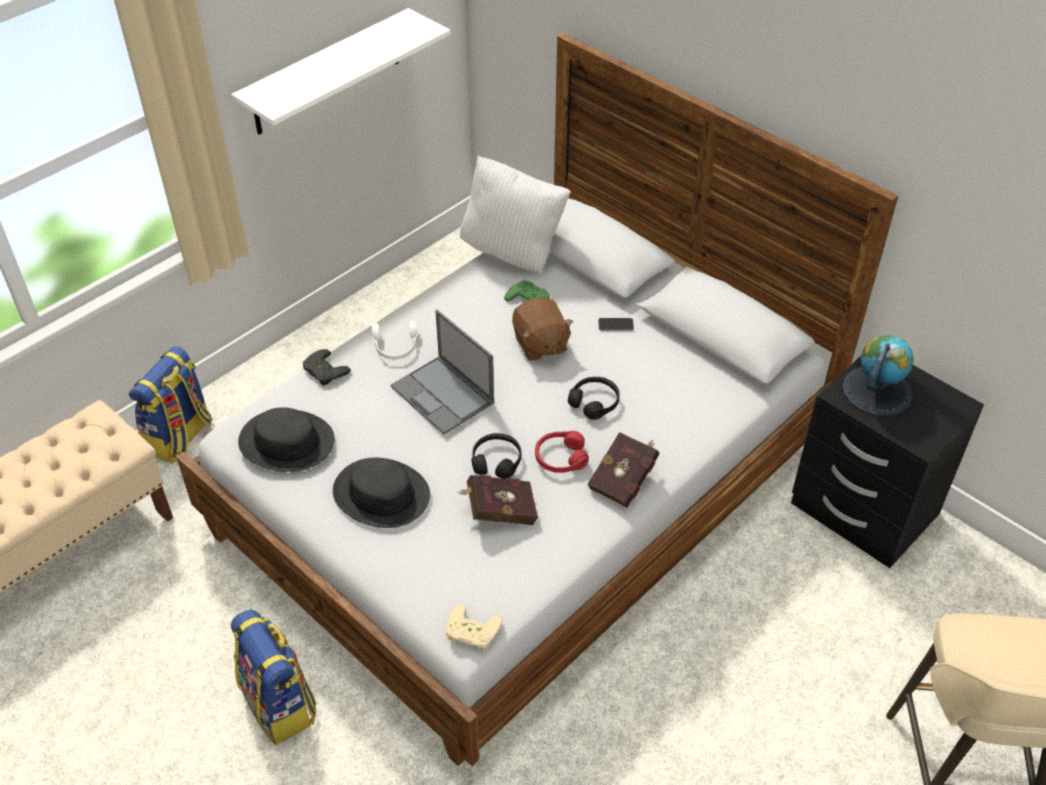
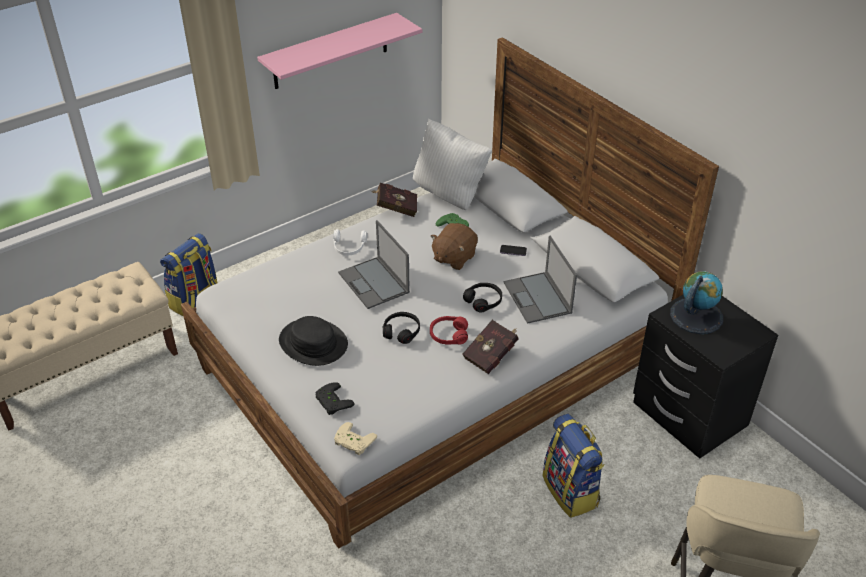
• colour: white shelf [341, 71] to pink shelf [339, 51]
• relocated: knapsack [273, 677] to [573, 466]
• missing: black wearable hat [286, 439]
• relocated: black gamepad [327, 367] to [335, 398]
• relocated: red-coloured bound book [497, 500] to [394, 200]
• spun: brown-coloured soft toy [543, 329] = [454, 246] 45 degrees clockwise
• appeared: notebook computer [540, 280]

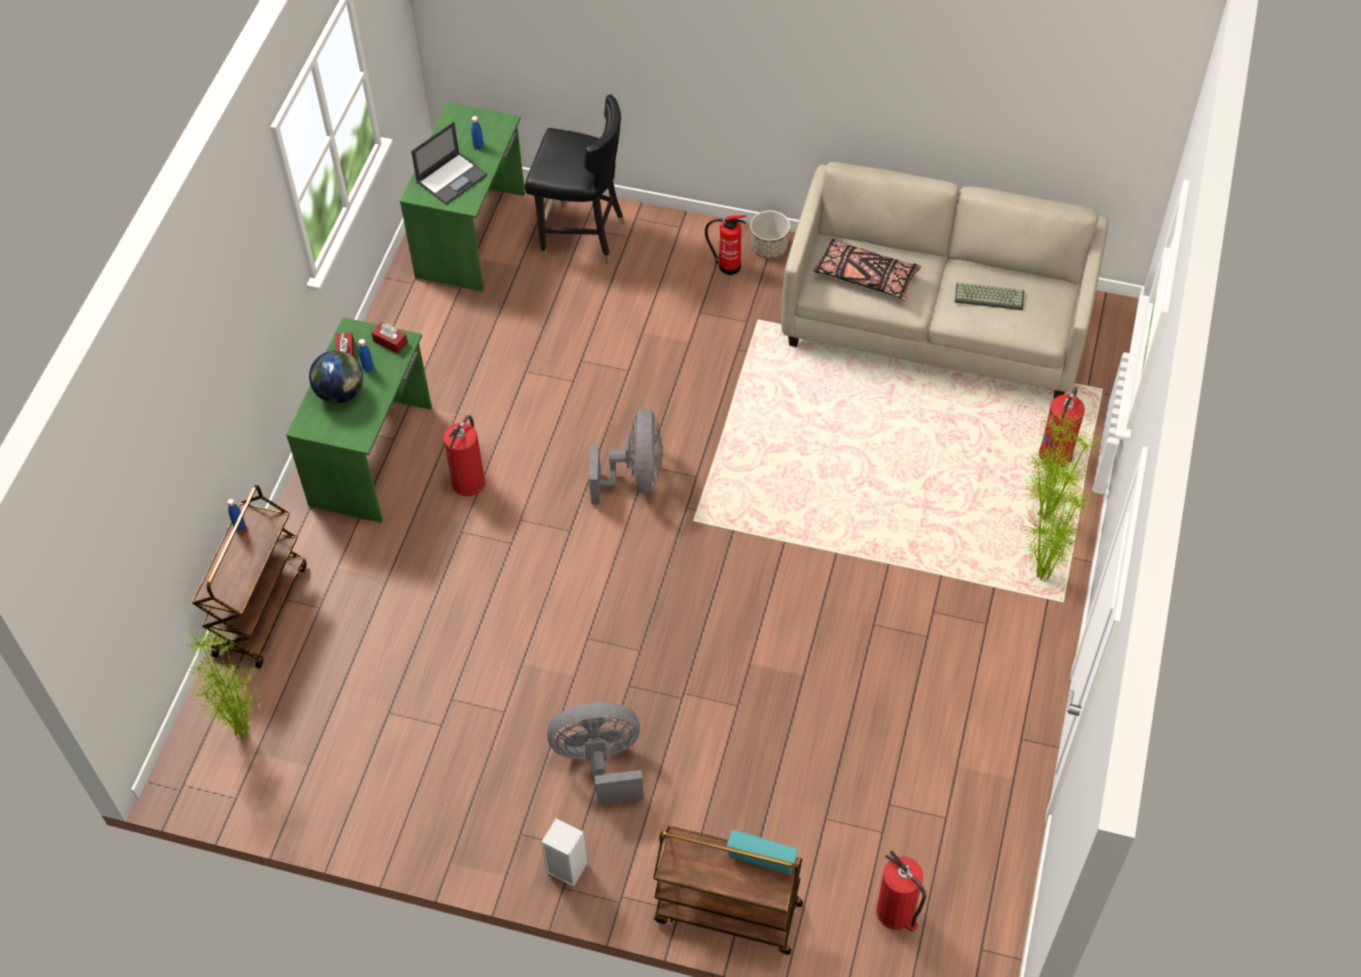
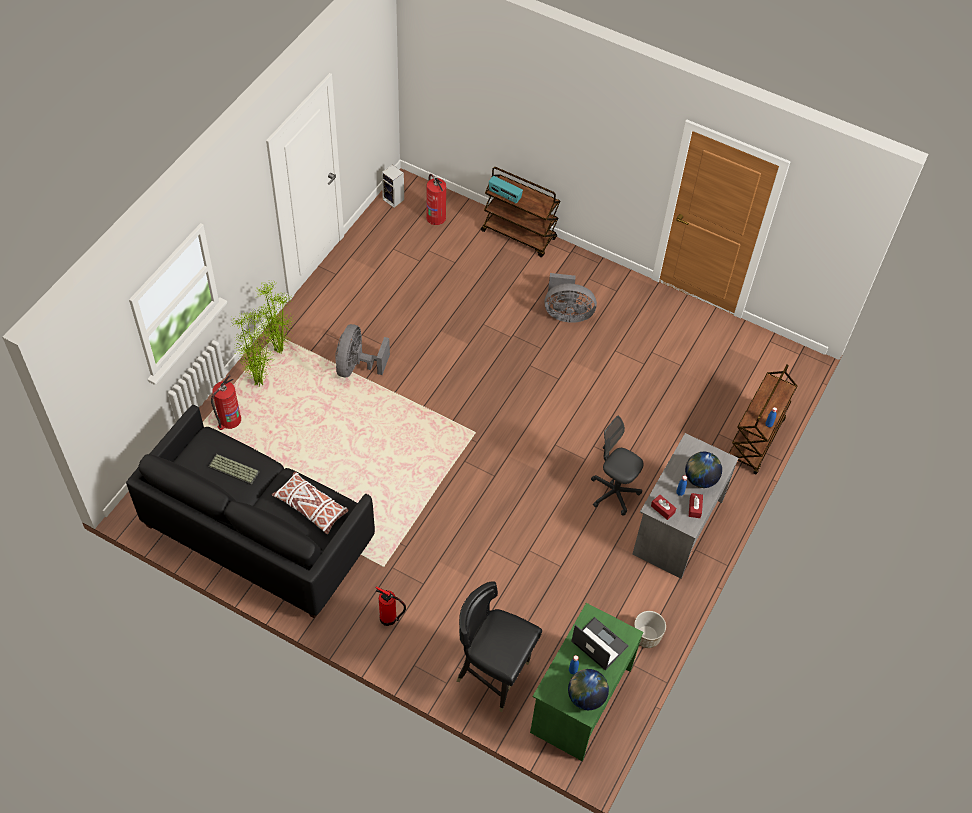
• missing: potted plant [223, 684]
• colour: green desk [359, 420] to greyish desk [685, 506]
• spun: notebook computer [449, 163] = [600, 643] 75 degrees clockwise
• exchanged: extinguisher [464, 455] to greyish computer chair [617, 466]
• relocated: speaker [564, 852] to [393, 186]
• relocated: greyish electric fan [626, 456] to [362, 350]
• relocated: plant pot [770, 234] to [650, 629]
• colour: sand-coloured couch [944, 280] to black couch [250, 511]
• colour: black cushion [867, 269] to white cushion [310, 502]
• appeared: desk globe [588, 689]

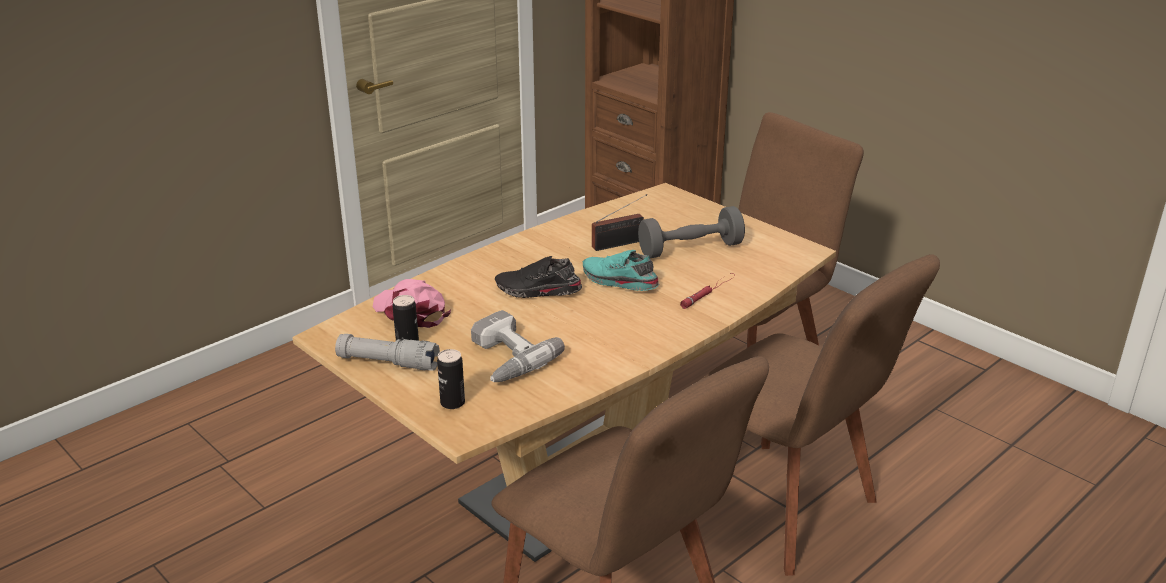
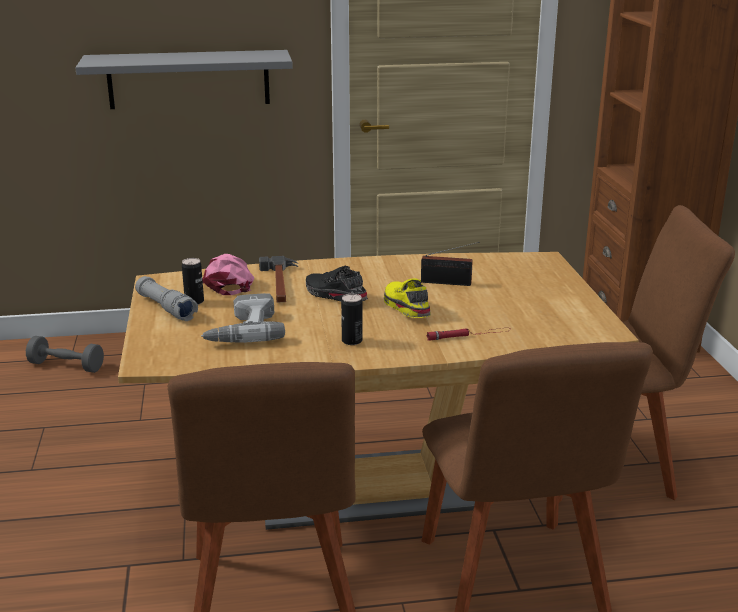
• relocated: sealed can [451, 379] to [352, 319]
• colour: turquoise-coloured low shoe [621, 270] to yellow low shoe [407, 298]
• relocated: greyish dumbbell [691, 232] to [65, 354]
• appeared: greyish shelf [184, 79]
• appeared: hammer [278, 279]

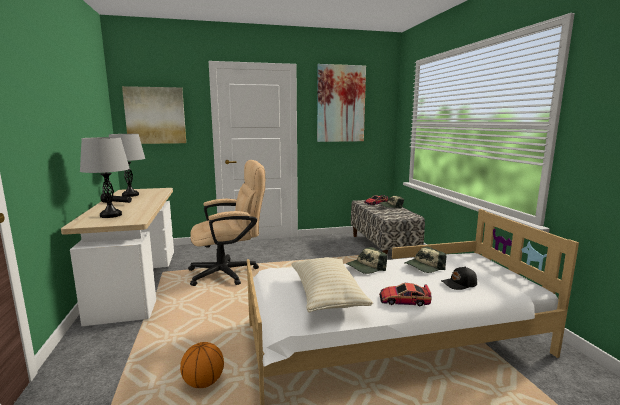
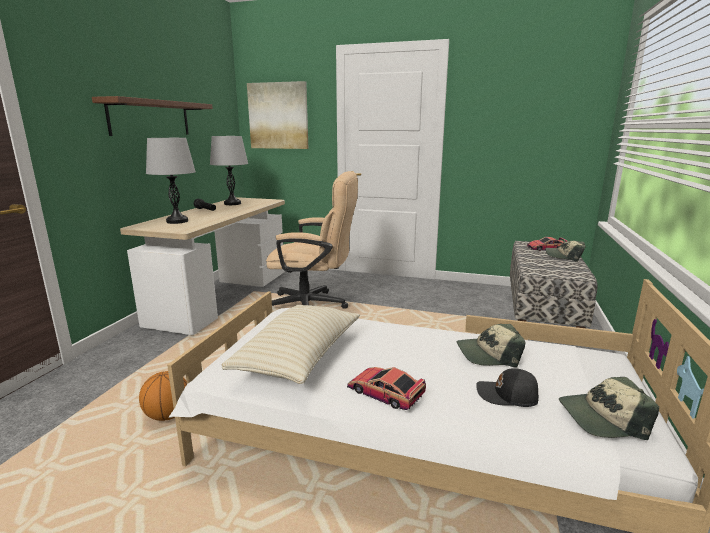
• missing: picture [341, 103]
• relocated: baseball cap [367, 260] to [609, 408]
• appeared: brown-coloured shelf [152, 116]

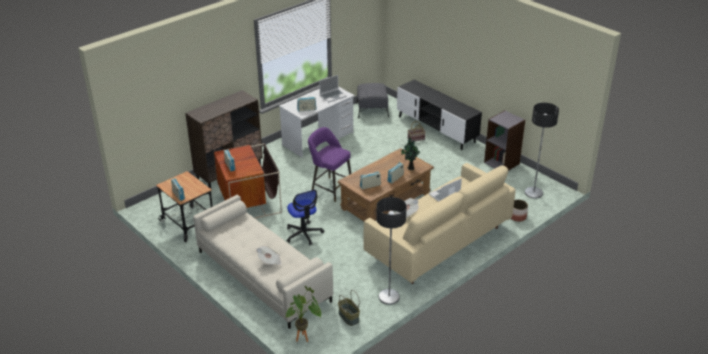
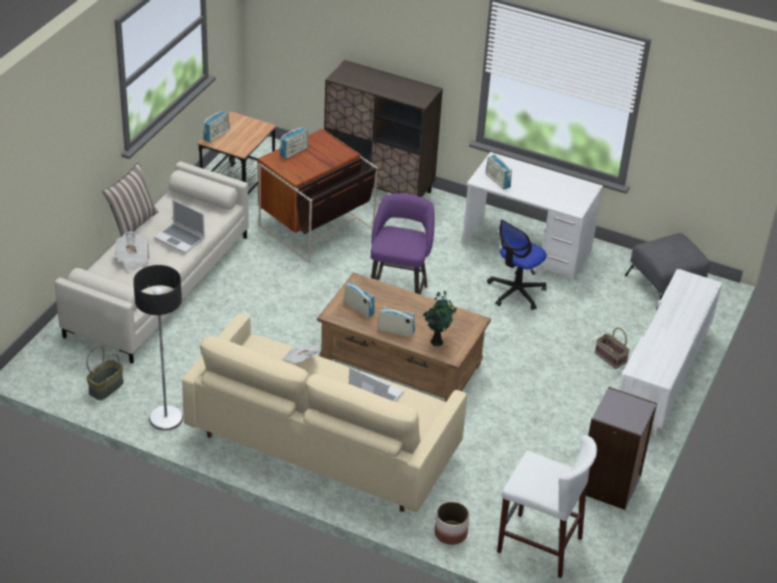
• relocated: computer chair [305, 217] to [517, 265]
• missing: potted plant [303, 314]
• relocated: notebook computer [333, 88] to [179, 226]
• colour: black tv unit [439, 115] to white tv unit [670, 353]
• exchanged: standing lamp [542, 151] to white sitting stool [547, 507]
• appeared: cushion [130, 199]

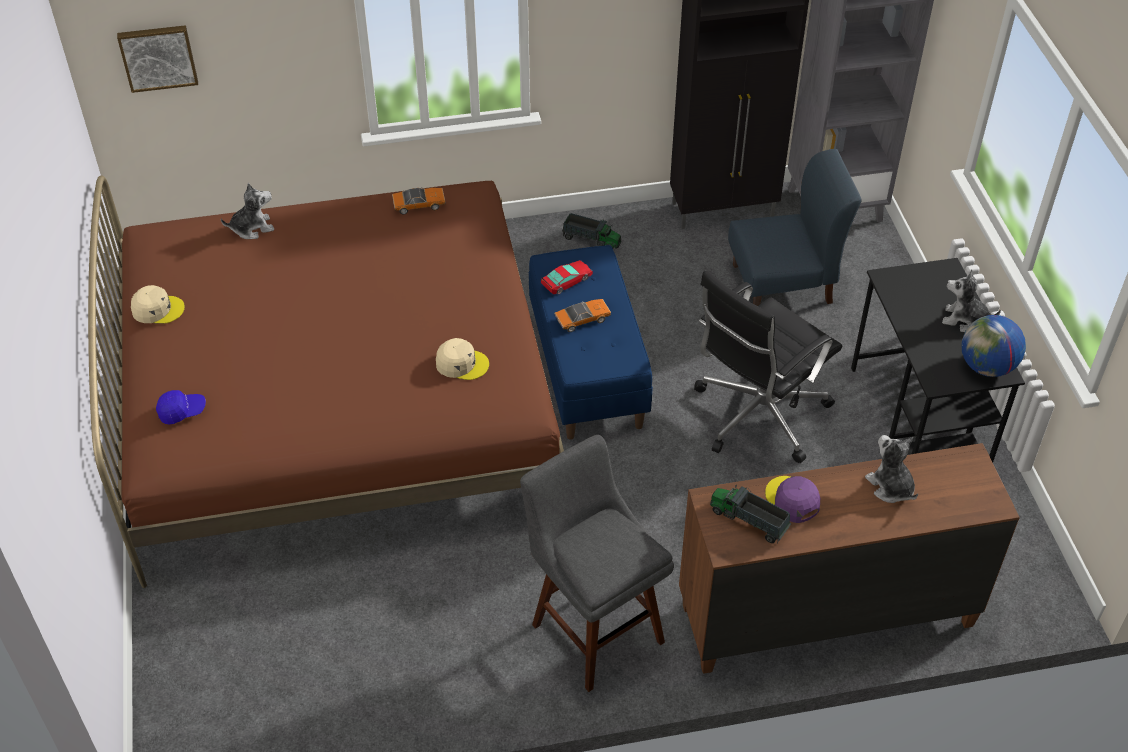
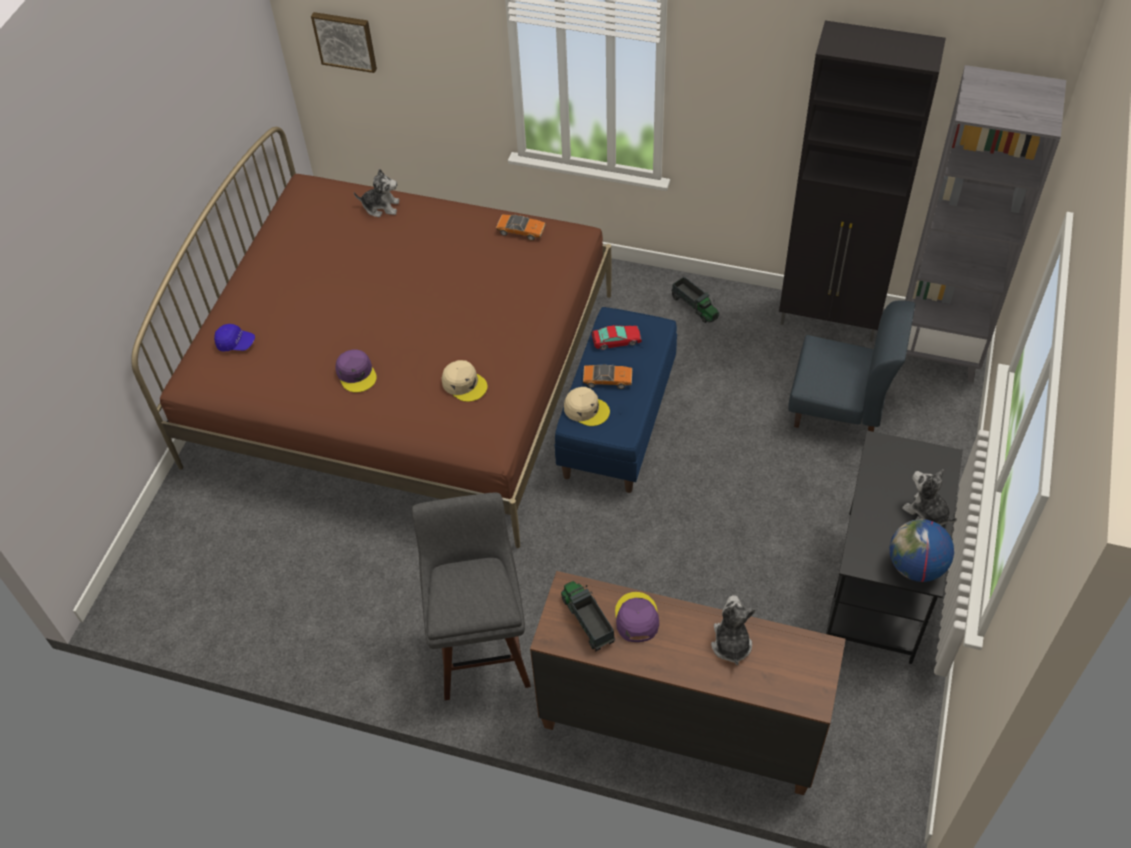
• relocated: sand-coloured baseball cap [158, 304] to [587, 406]
• missing: black computer chair [768, 366]
• appeared: purple-coloured baseball cap [356, 371]

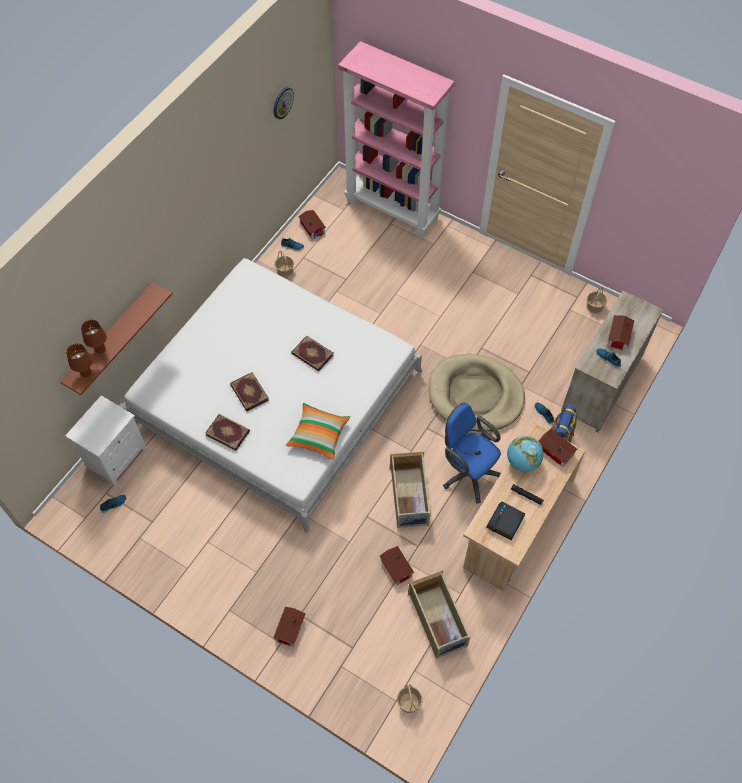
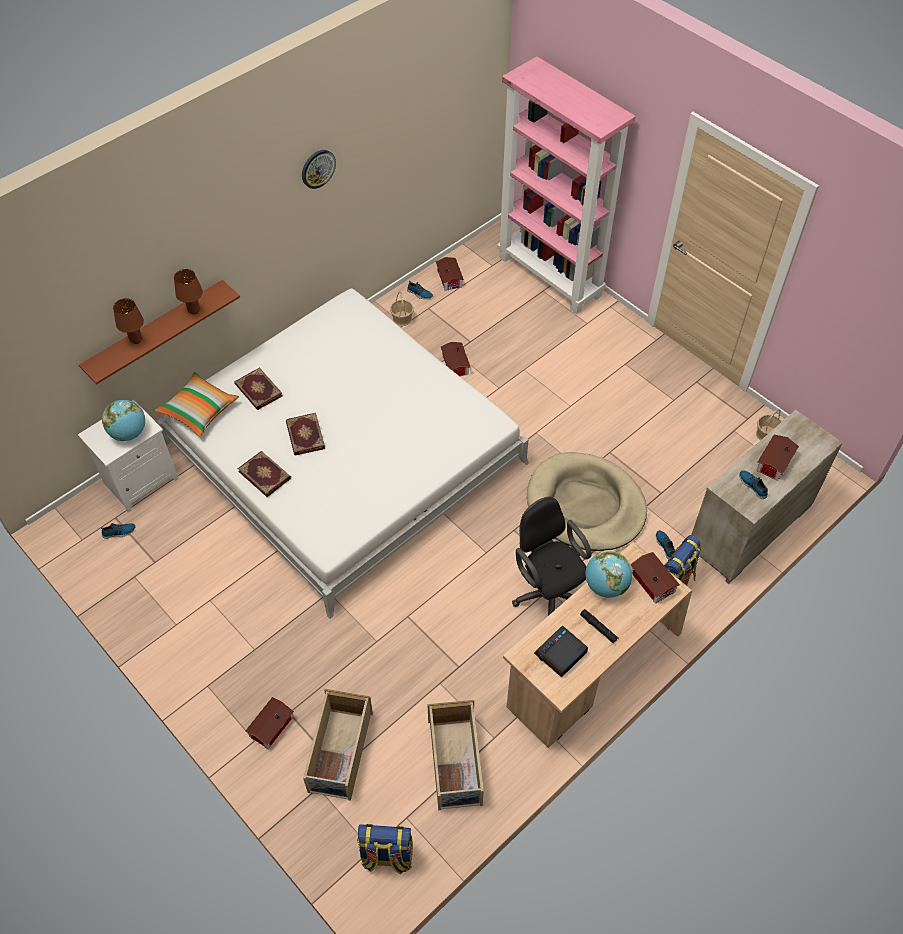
• relocated: brown-coloured tabletop lamp [79, 360] to [188, 291]
• relocated: hanging clock [283, 103] to [319, 169]
• relocated: cushion [318, 431] to [197, 404]
• relocated: bound book [312, 353] to [258, 388]
• relocated: miniature house [397, 565] to [456, 359]
• relocated: sand-coloured storage container [410, 489] to [338, 745]
• exchanged: household basket [409, 698] to knapsack [385, 849]
• colour: blue computer chair [472, 453] to black computer chair [552, 556]
• appeared: desk globe [123, 420]

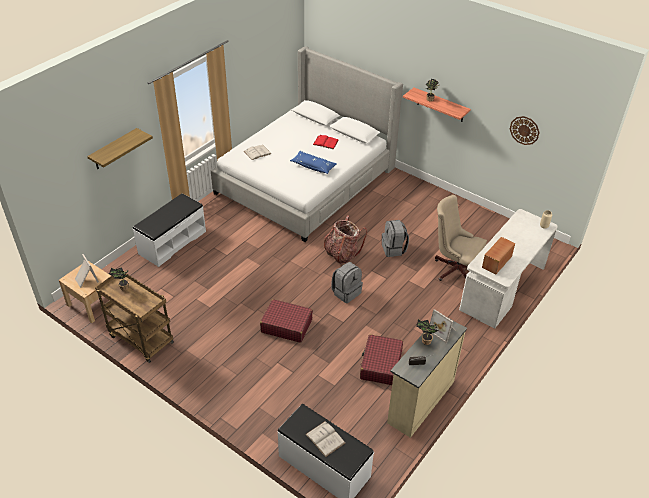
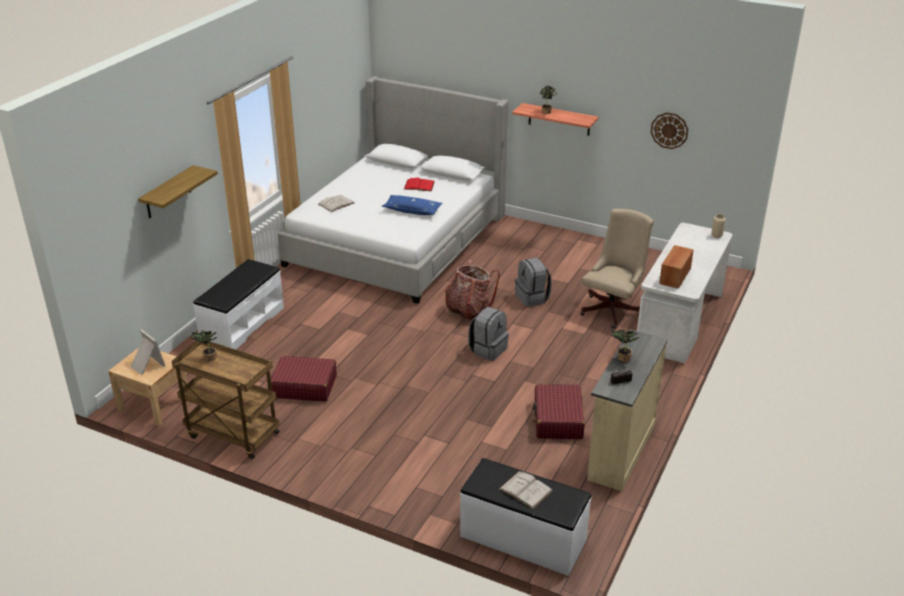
• relocated: red-coloured travel case [286, 321] to [304, 378]
• missing: photo frame [443, 326]
• spun: sand-coloured computer chair [461, 238] = [617, 269] 105 degrees clockwise

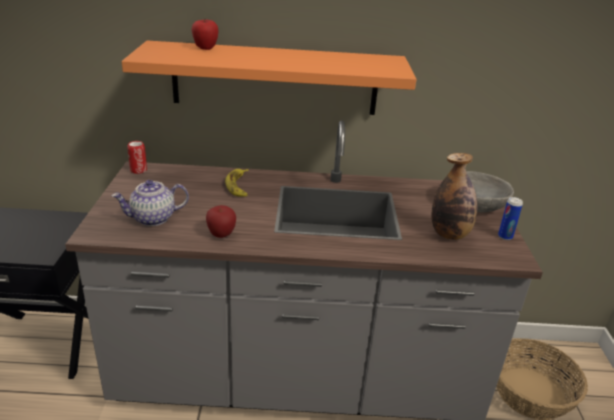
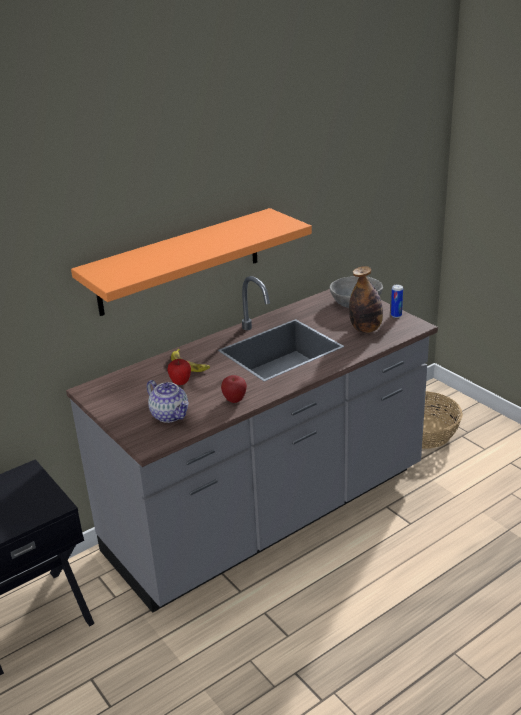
• spun: pot for tea [150, 203] = [168, 401] 75 degrees counterclockwise
• missing: sealed can [137, 157]
• relocated: apple fruit [205, 34] to [179, 372]

